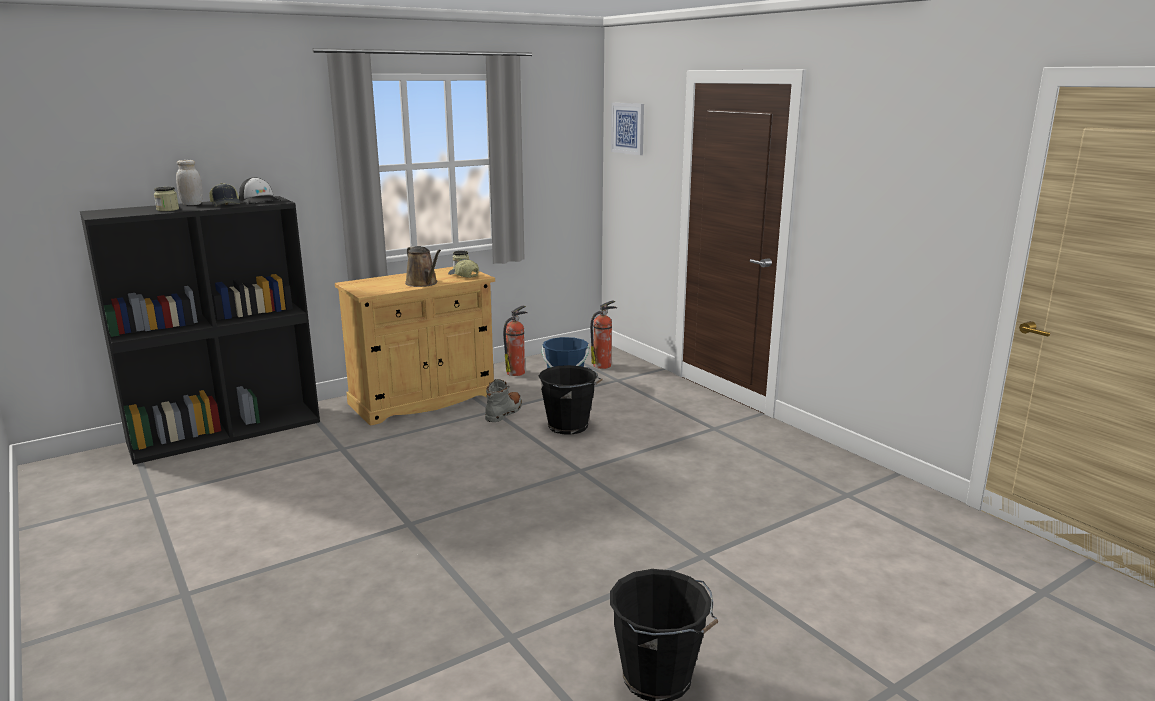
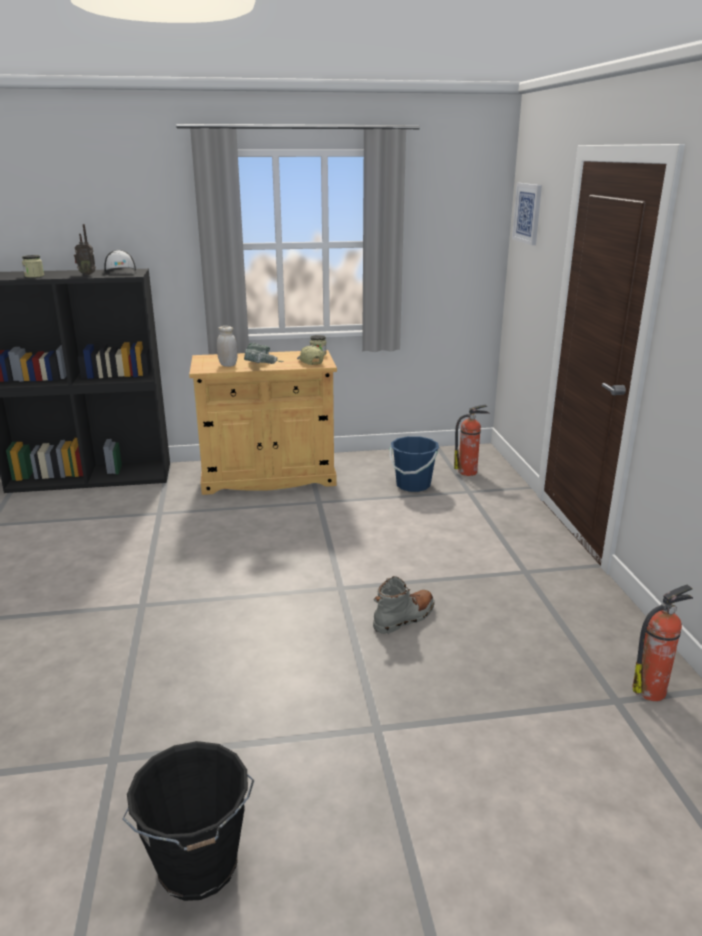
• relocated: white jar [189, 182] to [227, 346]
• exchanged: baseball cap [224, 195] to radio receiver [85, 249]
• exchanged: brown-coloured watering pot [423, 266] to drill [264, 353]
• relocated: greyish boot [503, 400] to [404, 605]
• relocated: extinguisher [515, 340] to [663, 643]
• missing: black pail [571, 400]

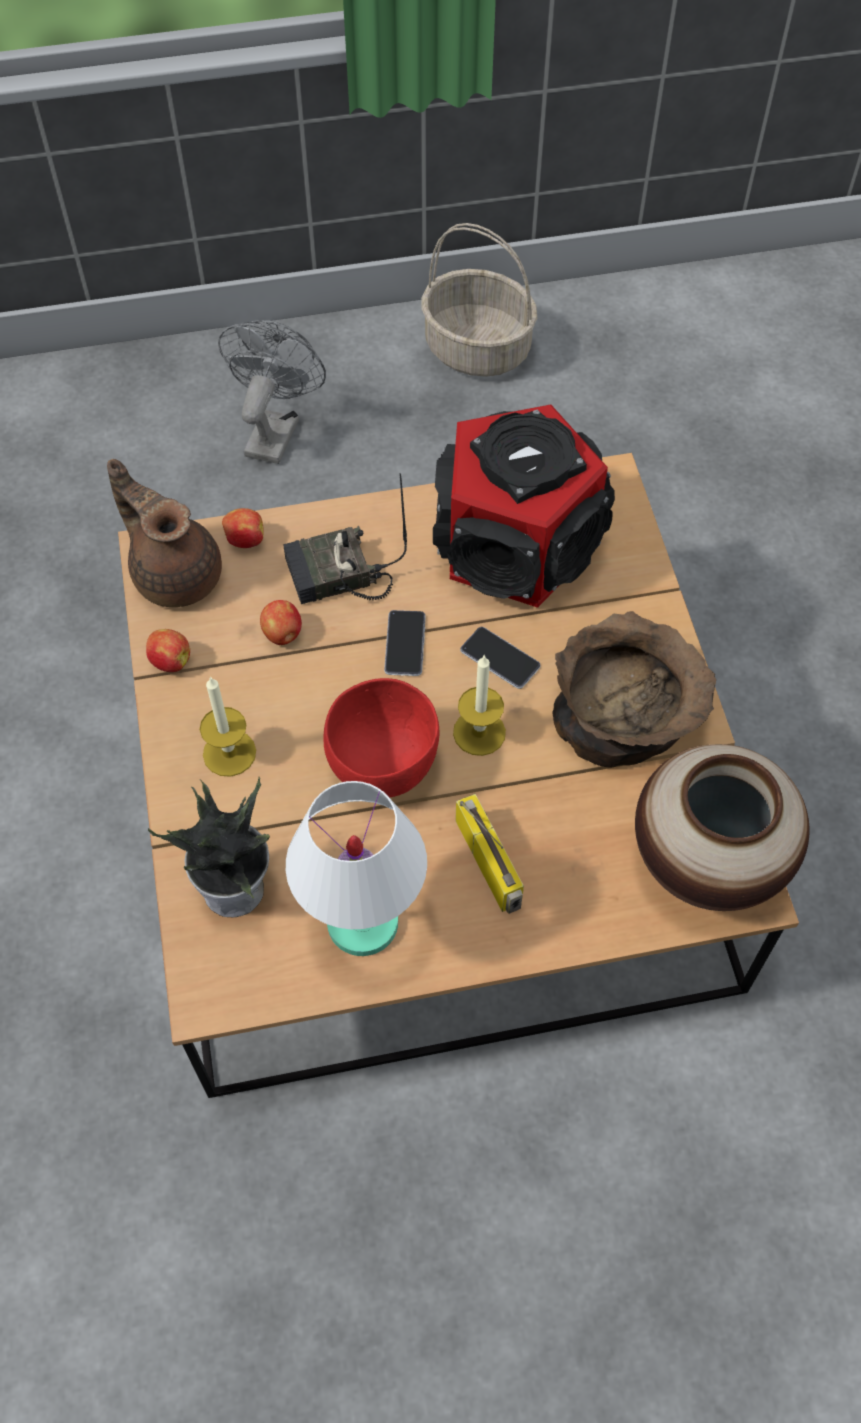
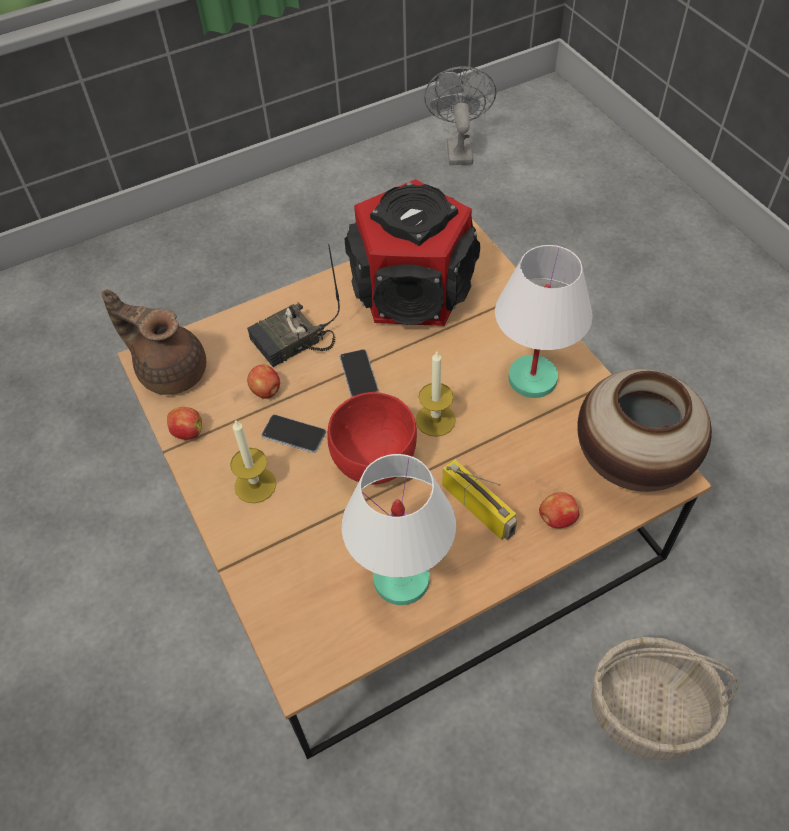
• missing: potted plant [209, 847]
• relocated: greyish electric fan [272, 392] to [460, 115]
• relocated: apple fruit [242, 528] to [559, 510]
• relocated: household basket [479, 300] to [664, 698]
• relocated: phone [500, 658] to [294, 434]
• exchanged: brown-coloured deep dish [634, 689] to white tabletop lamp [544, 321]

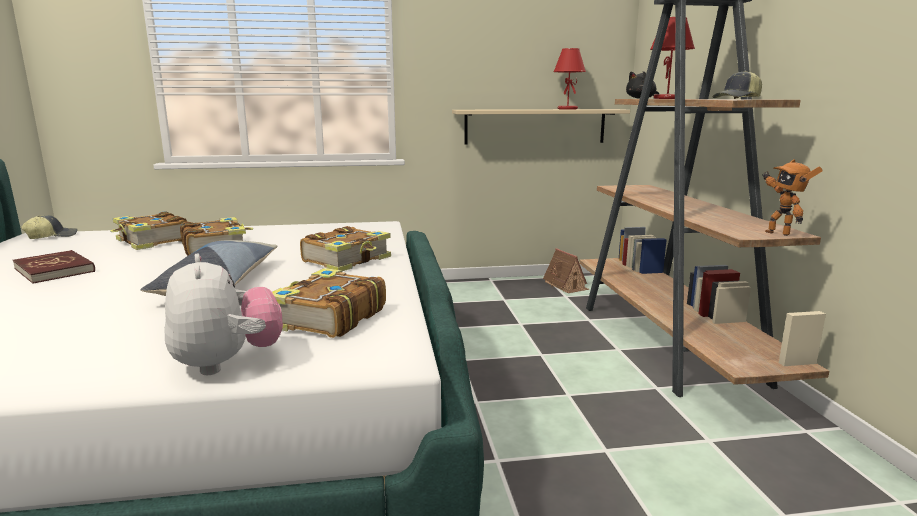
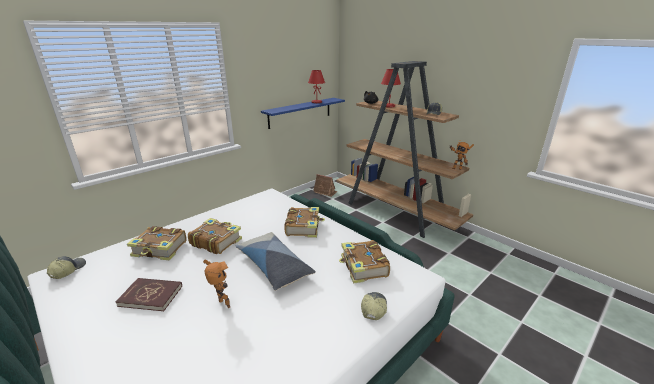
• exchanged: soft toy [224, 314] to baseball cap [374, 306]
• colour: sand-coloured shelf [541, 127] to blue shelf [303, 113]
• appeared: model robot [216, 284]

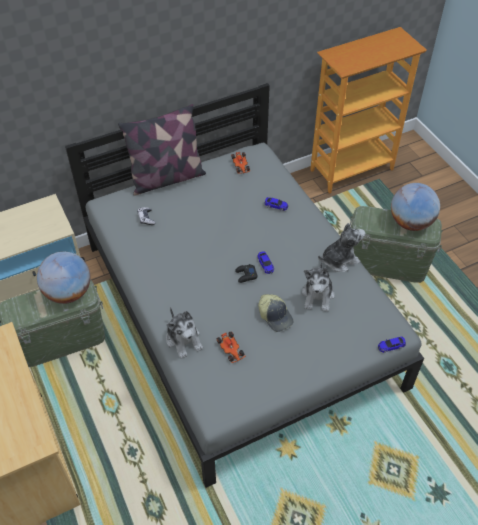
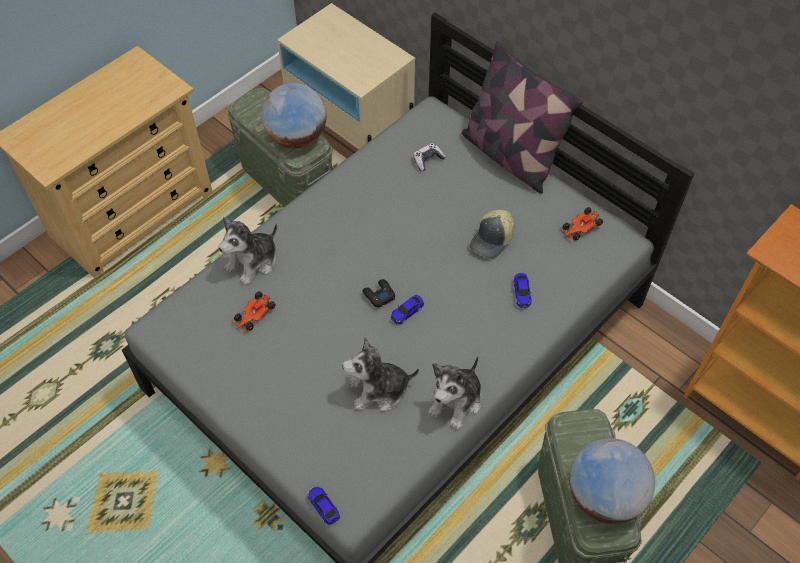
• relocated: baseball cap [276, 313] to [492, 234]
• spun: soft toy [342, 247] = [455, 393] 75 degrees clockwise

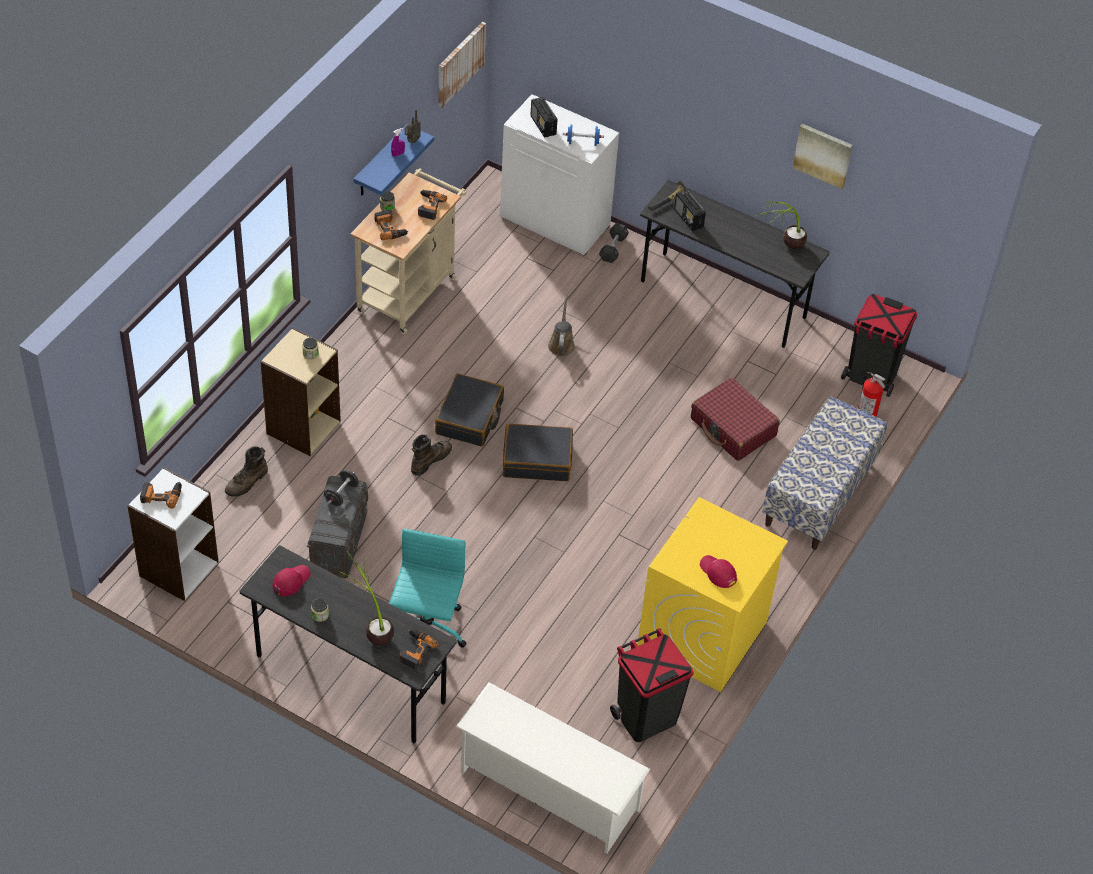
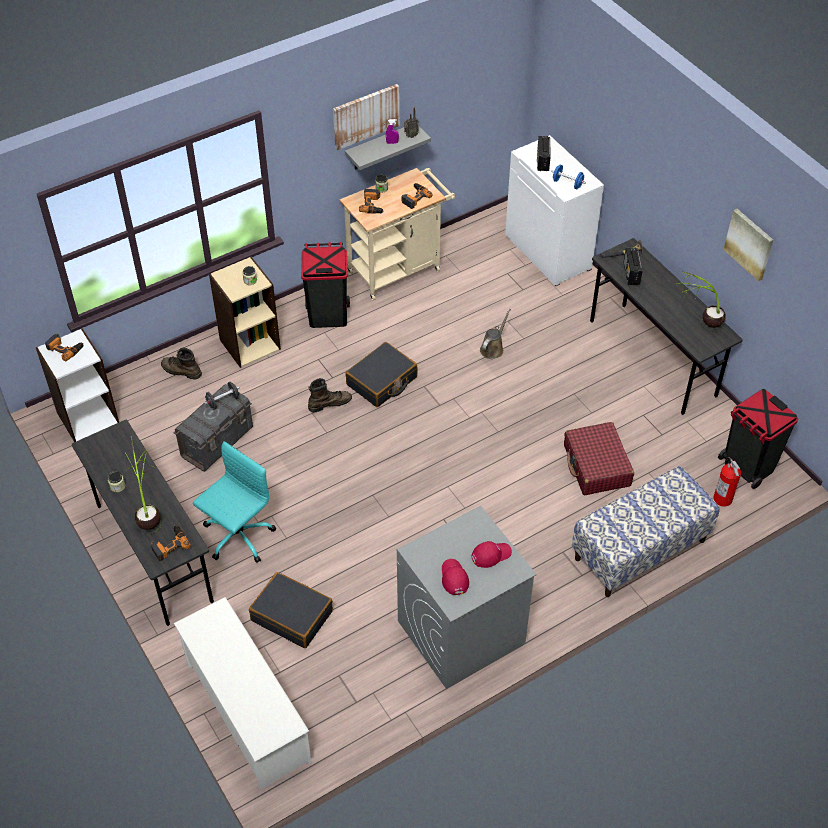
• spun: brown-coloured boot [246, 471] = [181, 364] 45 degrees clockwise
• relocated: red-coloured baseball cap [292, 581] to [491, 554]
• colour: blue shelf [394, 161] to greyish shelf [388, 148]
• relocated: picture [462, 65] to [366, 117]
• relocated: black travel case [538, 452] to [291, 610]
• missing: greyish dumbbell [614, 243]
• relocated: black waste bin [652, 685] to [325, 285]
• colour: yellow laundry machine [712, 594] to greyish laundry machine [467, 597]

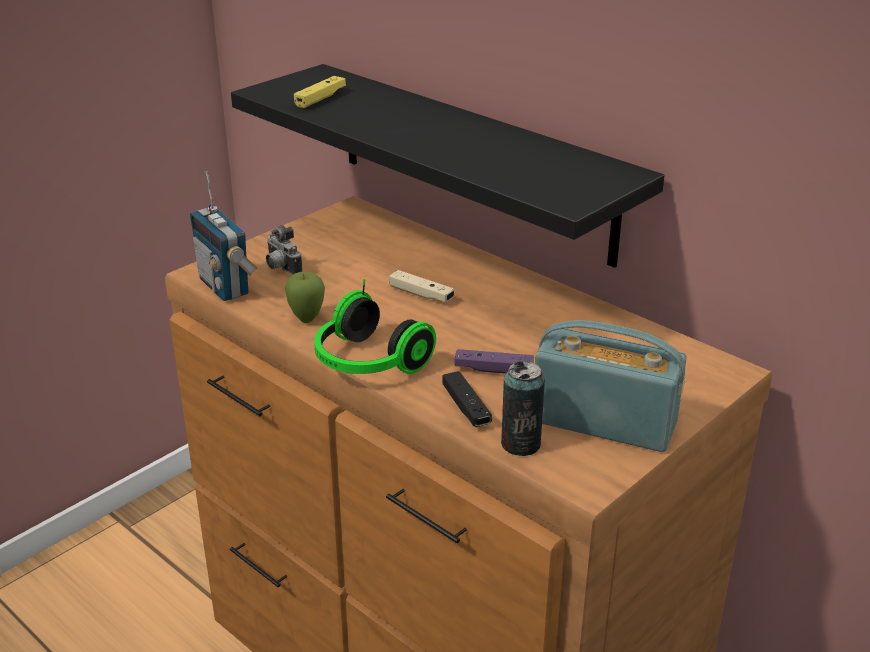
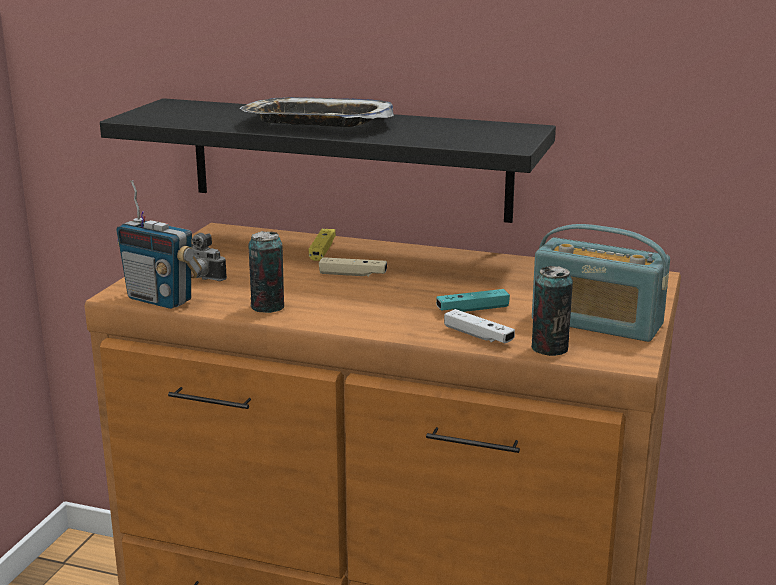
• exchanged: apple fruit [305, 297] to sealed can [266, 272]
• relocated: yellow gamepad [320, 92] to [322, 245]
• missing: headset [375, 326]
• colour: black gamepad [467, 399] to white gamepad [479, 326]
• colour: purple-coloured gamepad [494, 361] to turquoise-coloured gamepad [473, 300]
• spun: radio receiver [611, 386] = [601, 283] 150 degrees counterclockwise
• appeared: carrying tray [316, 112]

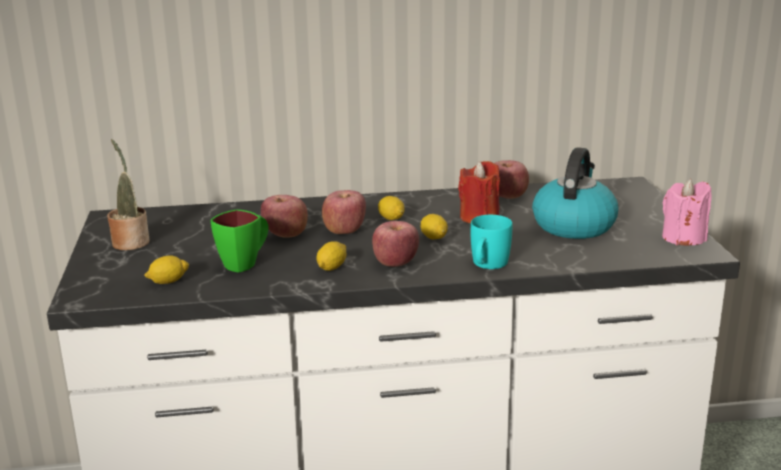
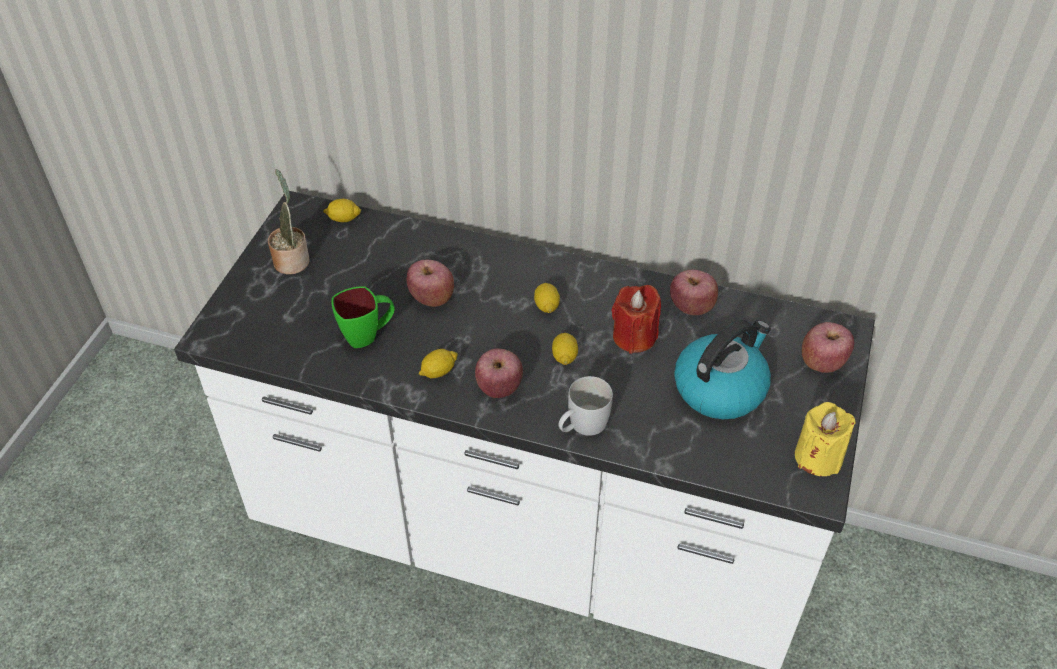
• relocated: citrus fruit [166, 270] to [342, 210]
• relocated: apple fruit [344, 212] to [828, 347]
• colour: turquoise-coloured mug [491, 242] to white mug [585, 406]
• colour: pink wax light [686, 212] to yellow wax light [825, 439]

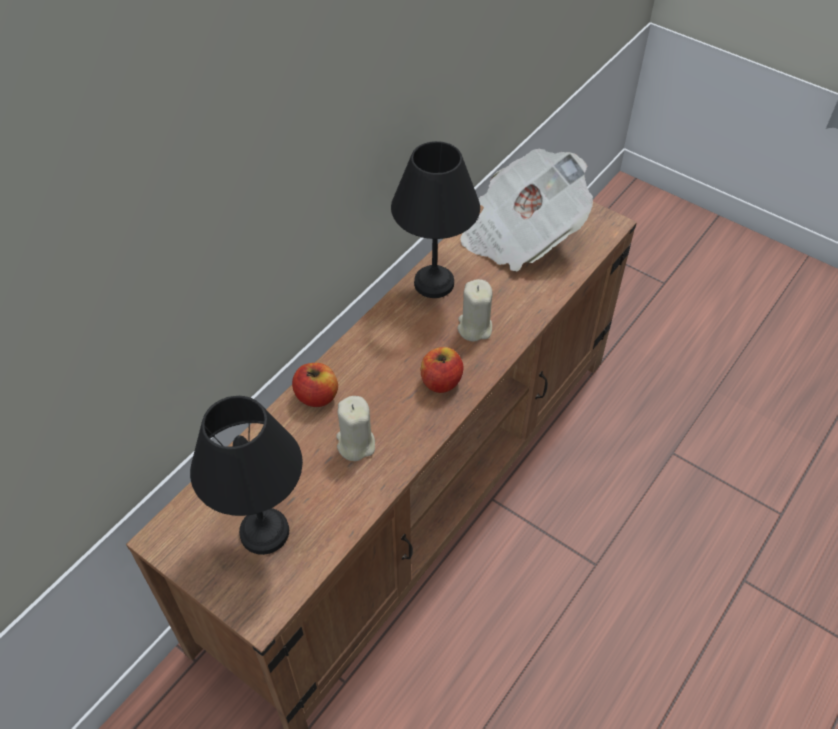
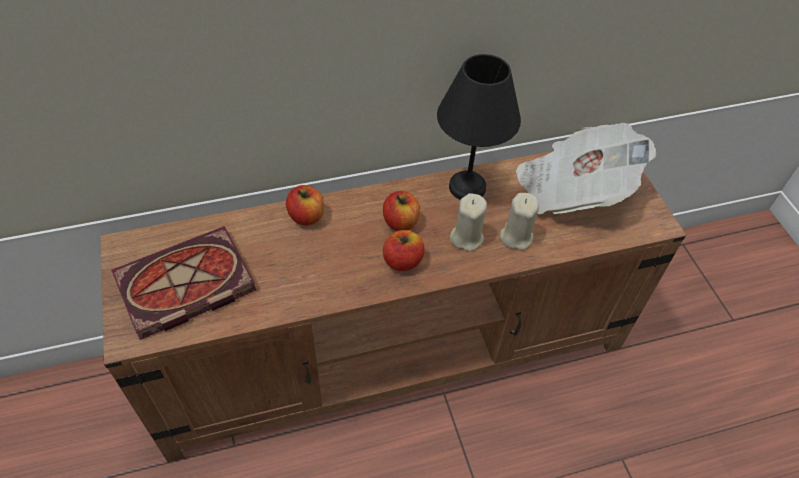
• exchanged: black tabletop lamp [246, 475] to bound book [183, 283]
• relocated: sand-coloured wax light [355, 428] to [519, 221]
• appeared: apple fruit [401, 211]

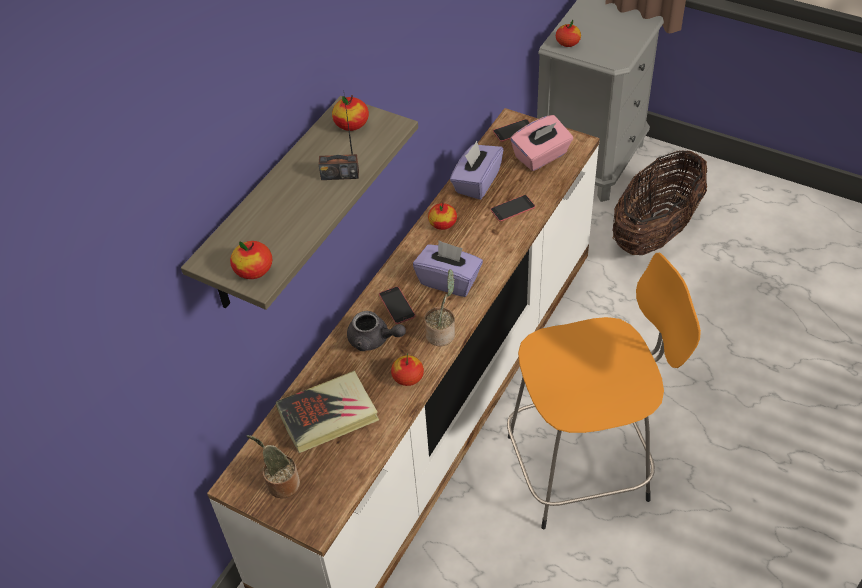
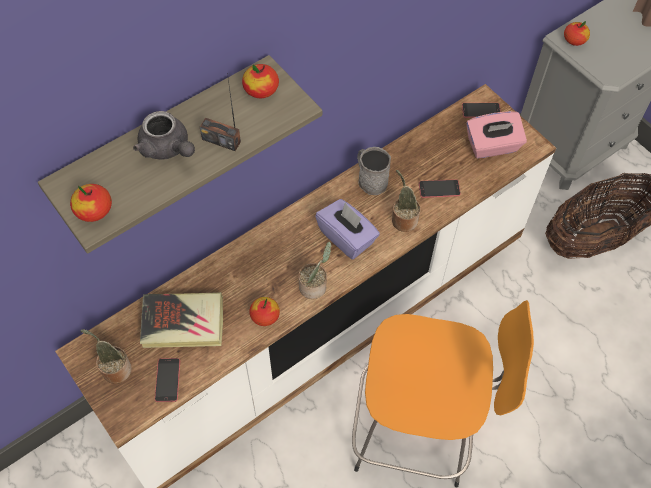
• relocated: greyish pot for tea [376, 331] to [164, 135]
• relocated: phone [397, 305] to [167, 380]
• exchanged: apple fruit [442, 216] to greyish mug [374, 171]
• missing: purple-coloured tissue holder [476, 170]
• appeared: potted plant [406, 201]

